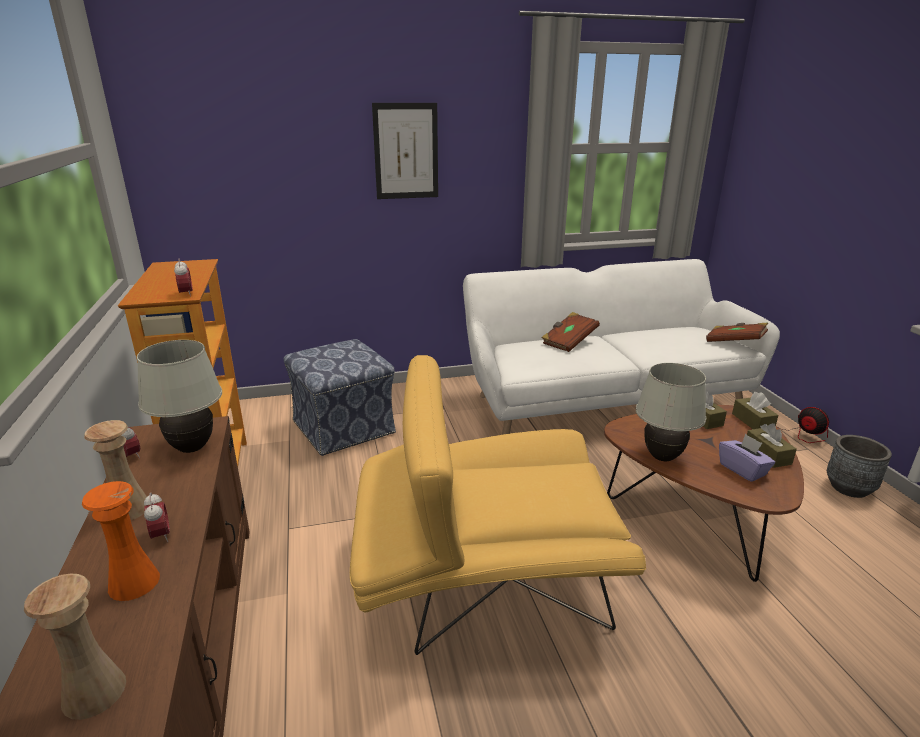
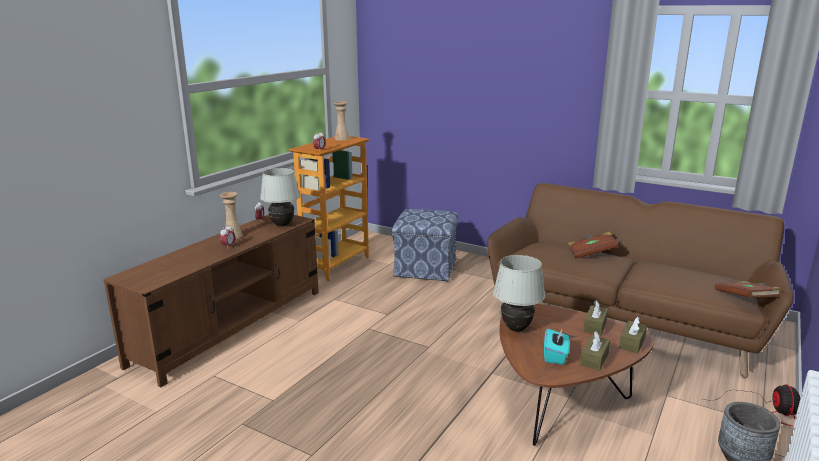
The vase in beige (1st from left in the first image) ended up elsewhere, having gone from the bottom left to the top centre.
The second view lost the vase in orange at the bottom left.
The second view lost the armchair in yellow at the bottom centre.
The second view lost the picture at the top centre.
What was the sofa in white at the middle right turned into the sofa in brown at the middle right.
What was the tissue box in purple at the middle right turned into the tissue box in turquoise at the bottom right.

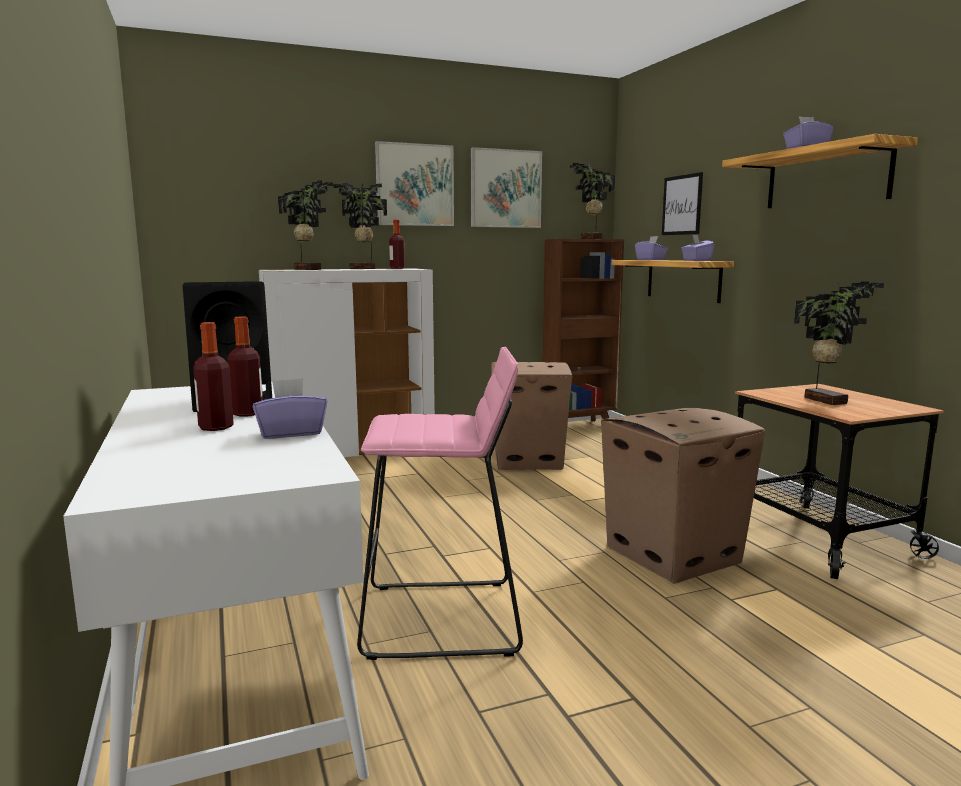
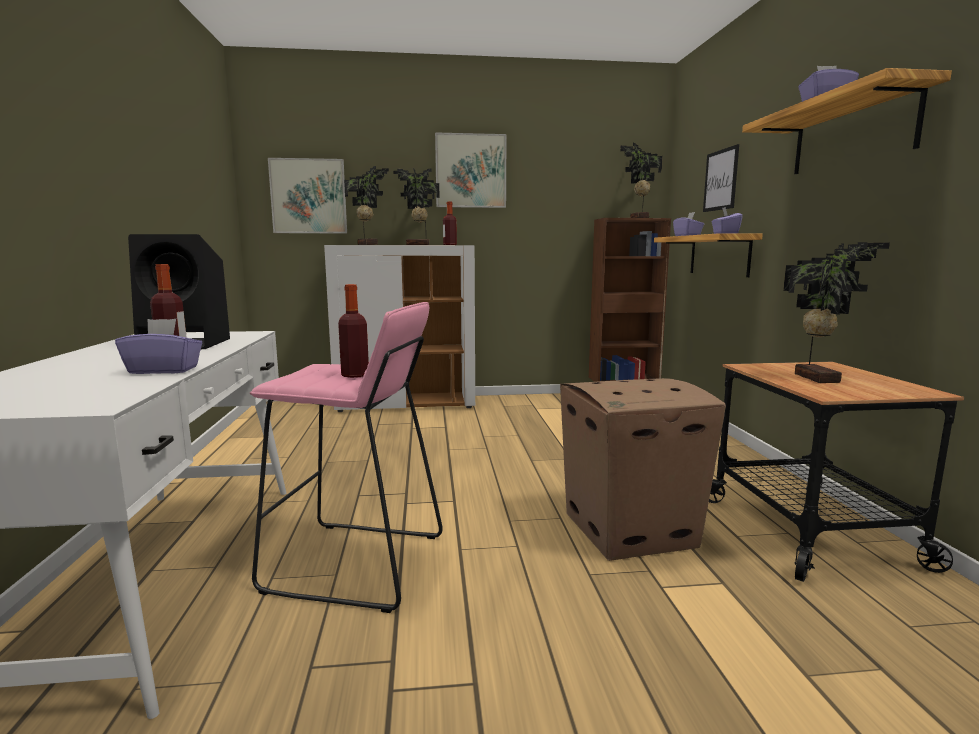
The bottle (1st from left in the first image) ended up elsewhere, having gone from the middle left to the centre.
The picture (2nd from left in the first image) ended up elsewhere, having gone from the top centre to the top left.
The second view lost the cardboard box (1st from left) at the centre.

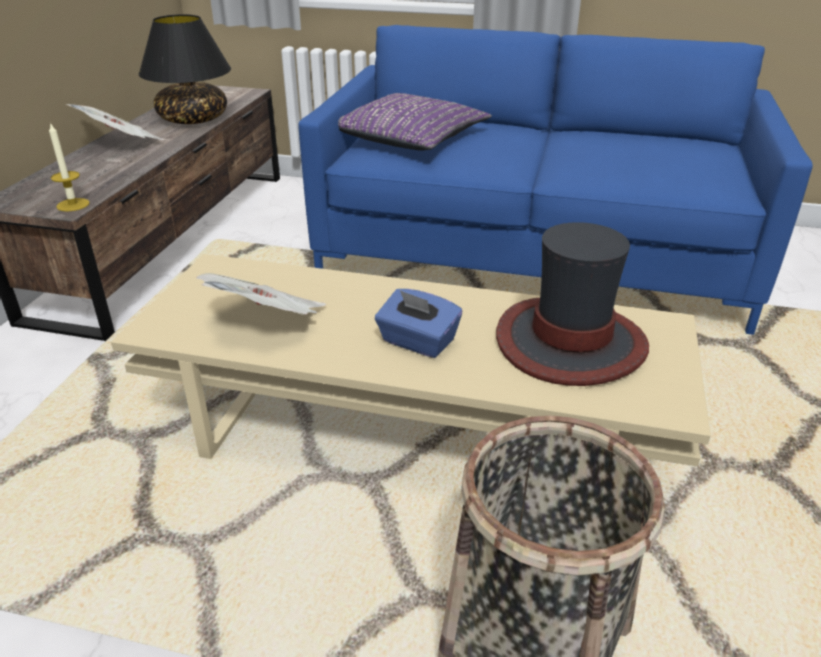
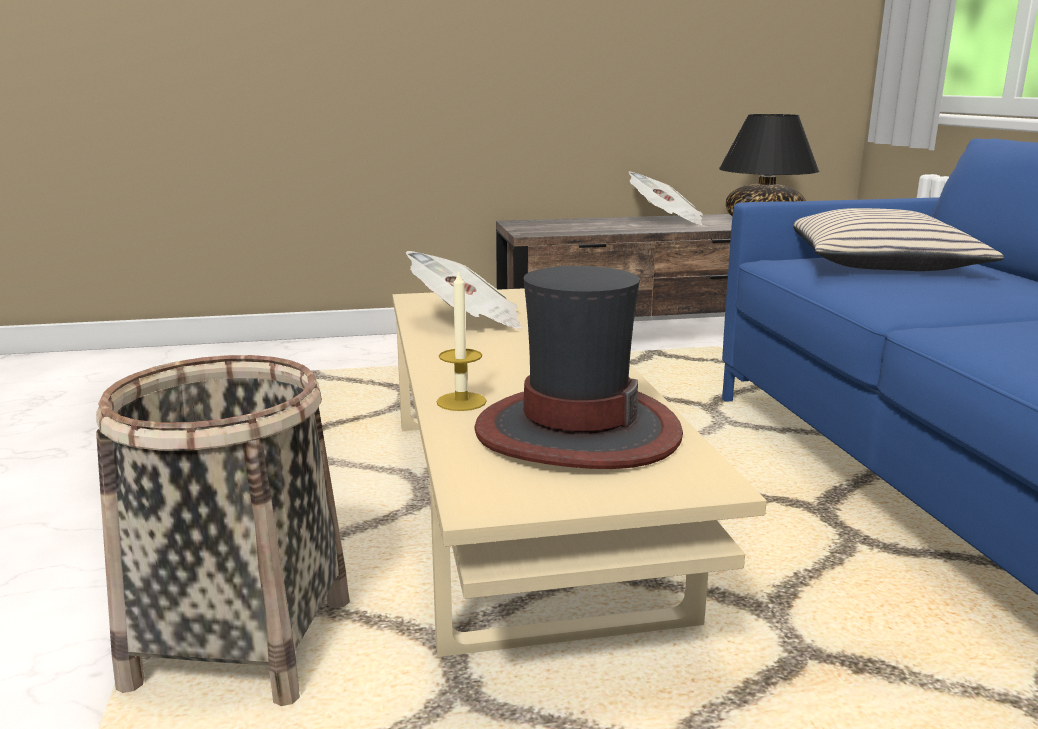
The candle ended up elsewhere, having gone from the top left to the centre.
What was the pillow in purple at the top centre turned into the pillow in beige at the top right.
The second view lost the tissue box in blue at the centre.

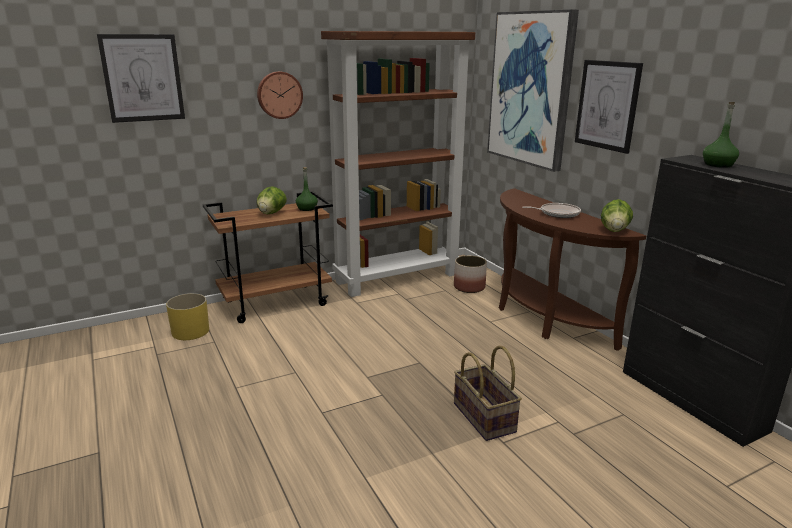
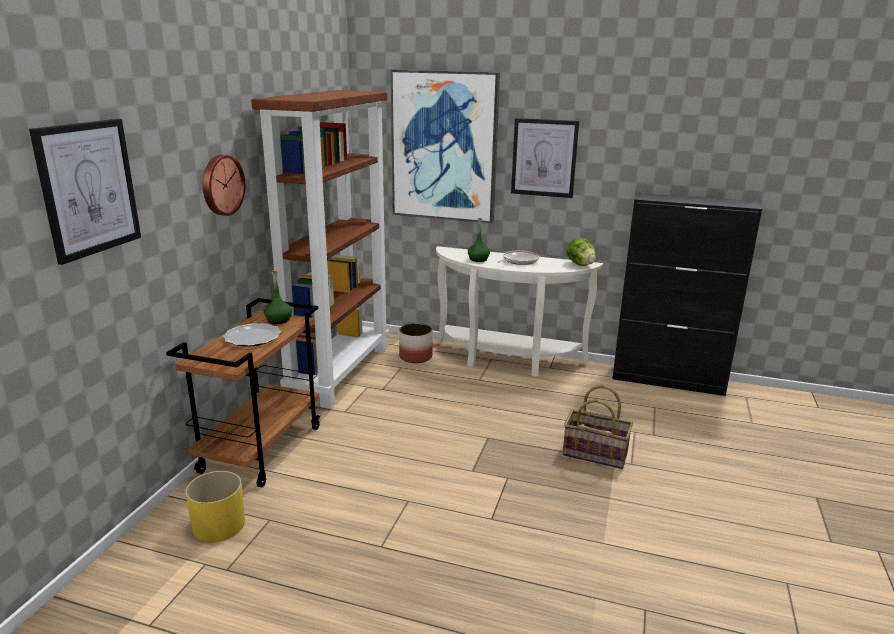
Where the lettuce (1st from left) stood at the centre, the plate came to stand at the middle left.
What was the console table in brown at the middle right turned into the console table in white at the centre.
The bottle in green (2nd from left) ended up elsewhere, having gone from the top right to the centre.

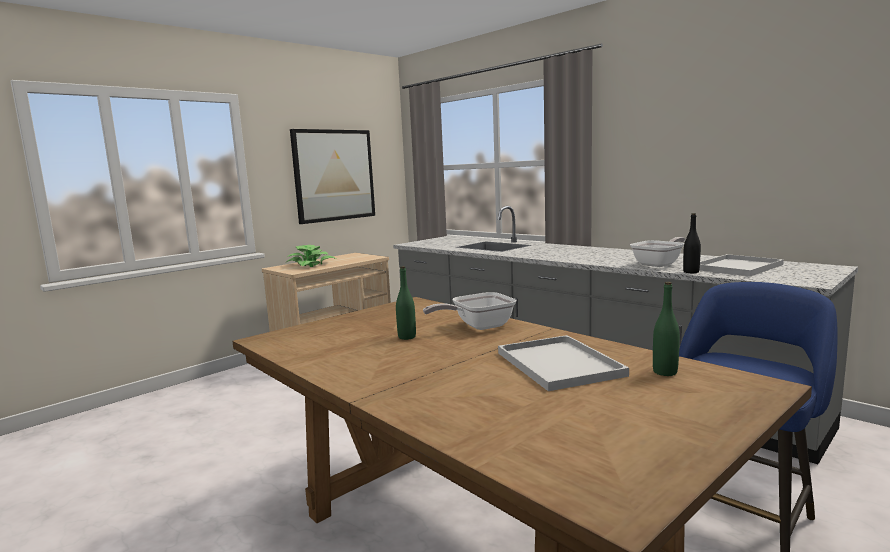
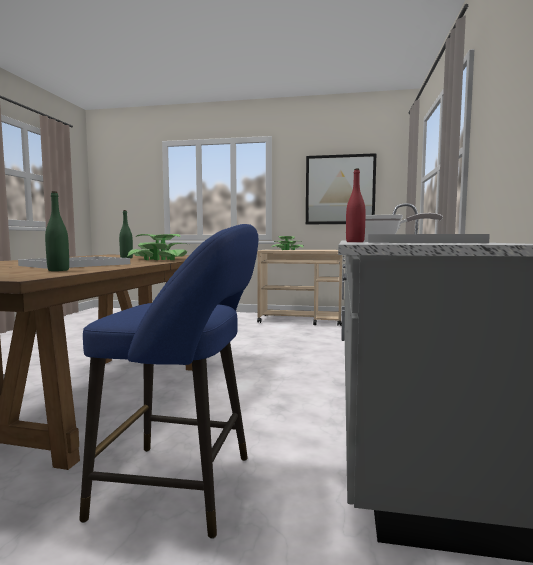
Where the frying pan (1st from left) stood at the centre, the potted plant (1st from left) came to stand at the middle left.
What was the bottle in black at the middle right turned into the bottle in red at the middle right.

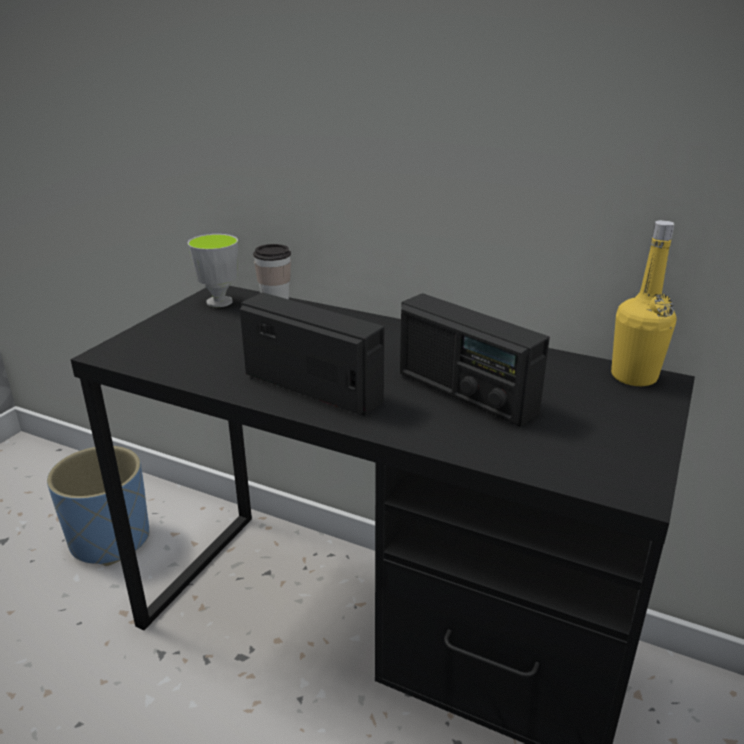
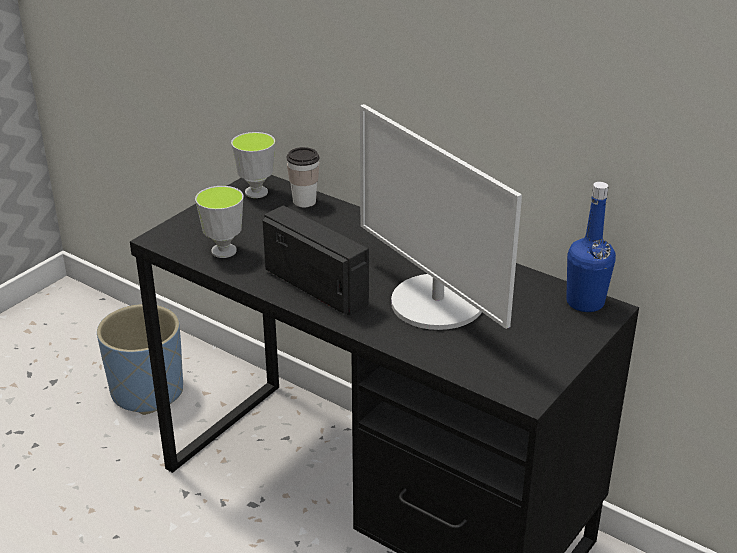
Where the radio (2nd from left) stood at the centre, the monitor came to stand at the centre.
What was the bottle in yellow at the middle right turned into the bottle in blue at the middle right.
The second view gained the cup (1st from left) at the middle left.

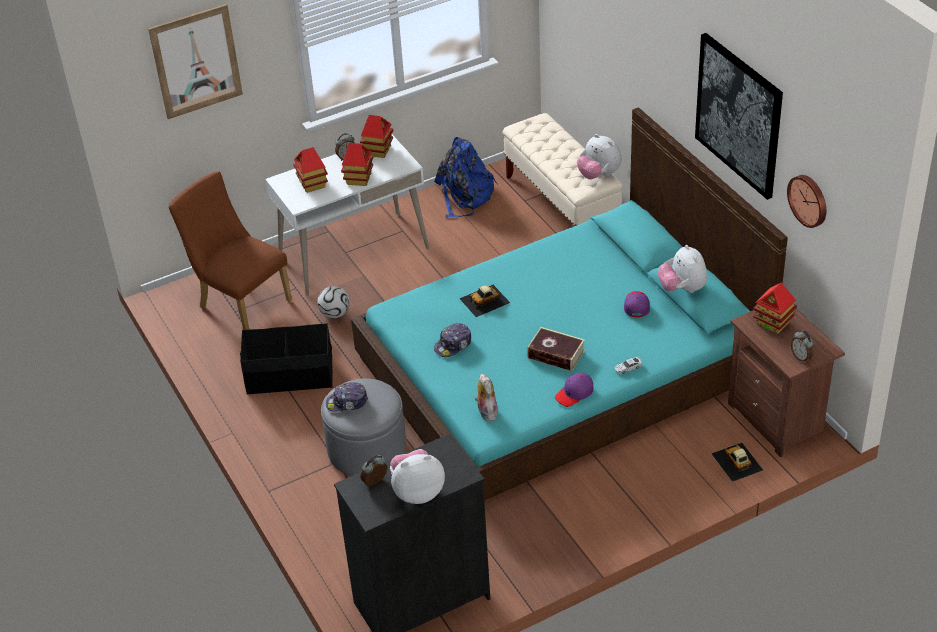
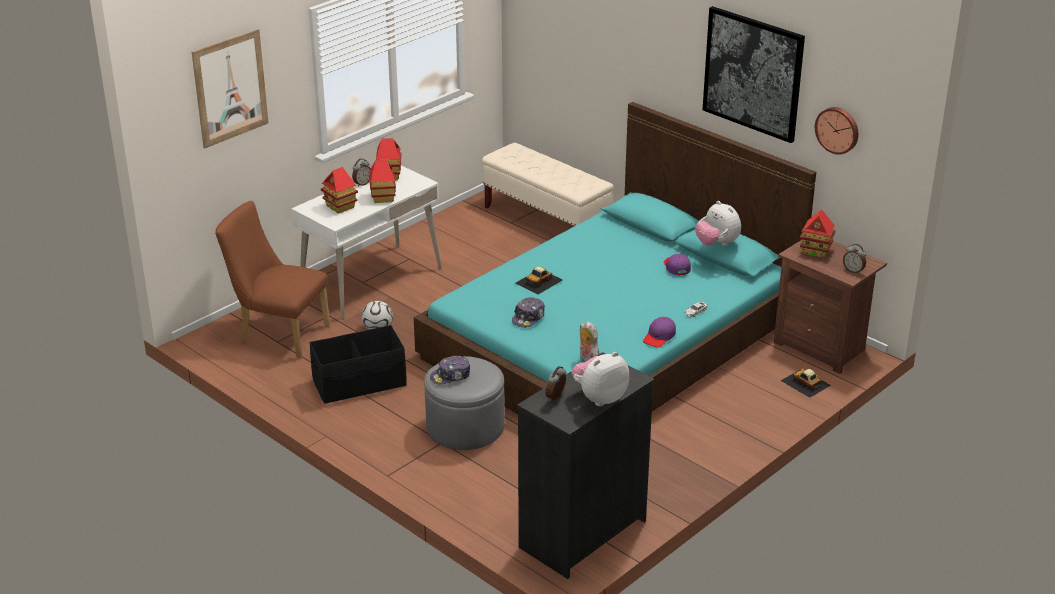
The second view lost the backpack in blue at the top centre.
The second view lost the book at the centre.
The second view lost the plush toy (3rd from left) at the top centre.

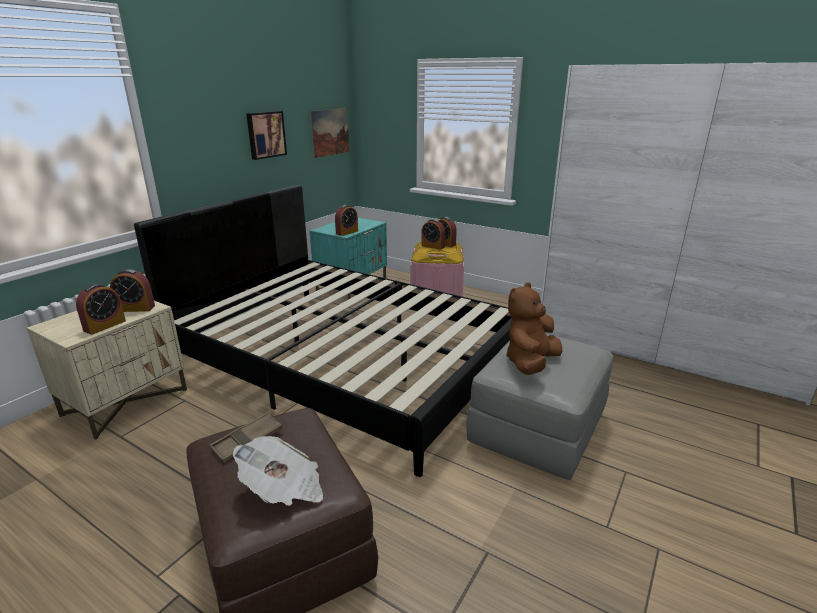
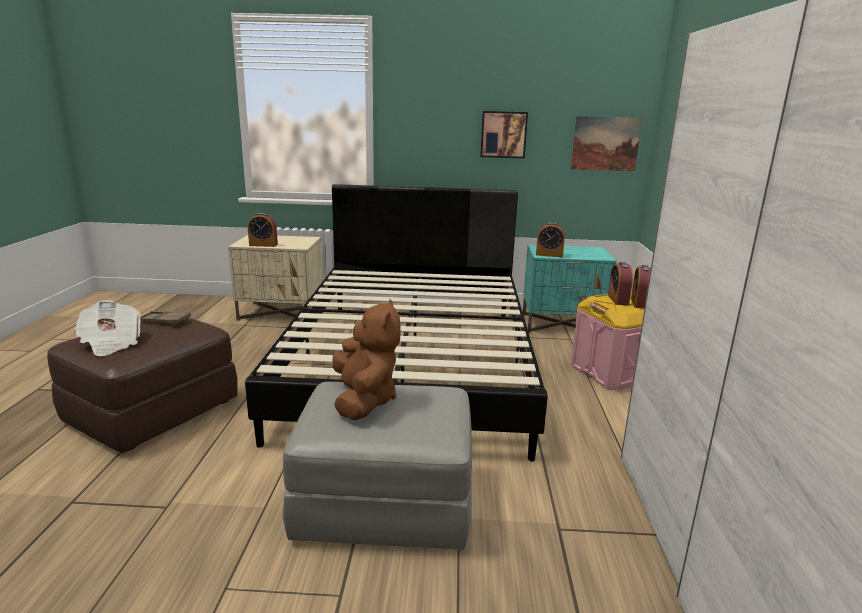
The second view lost the alarm clock (2nd from left) at the middle left.
The plush toy in brown at the centre ended up facing another way, 75 degrees clockwise from before.

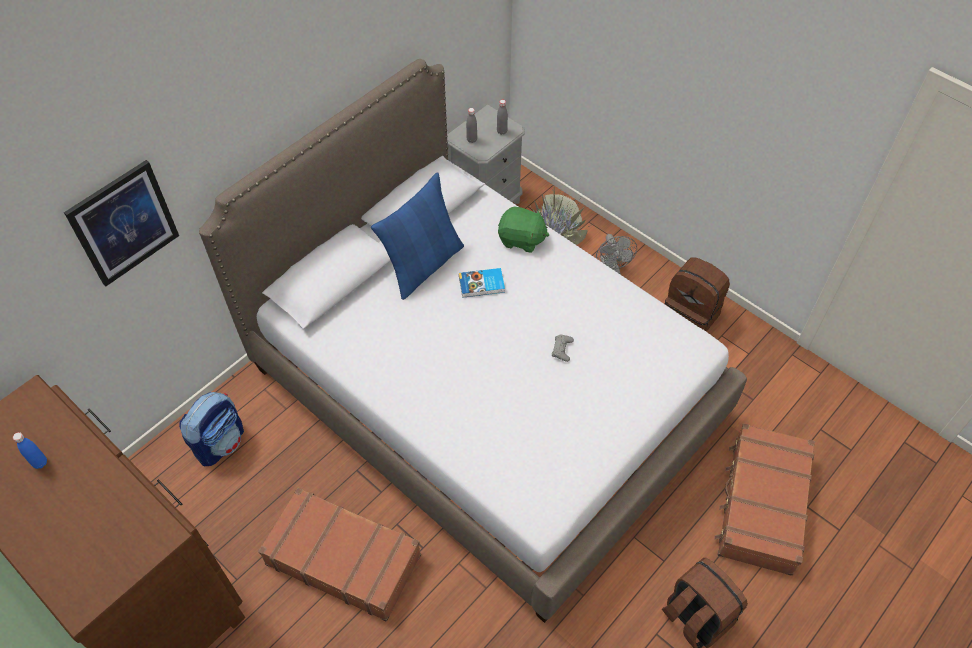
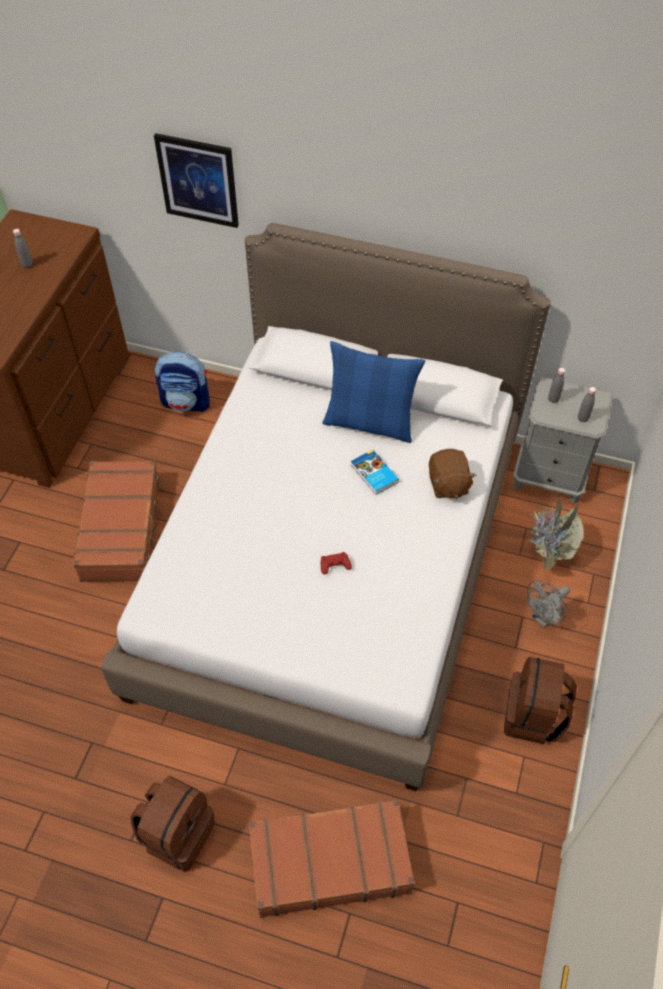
What was the bottle in blue at the bottom left turned into the bottle in grey (1st from left) at the top left.
What was the plush toy in green at the centre turned into the plush toy in brown at the middle right.
What was the game controller in grey at the centre turned into the game controller in red at the centre.

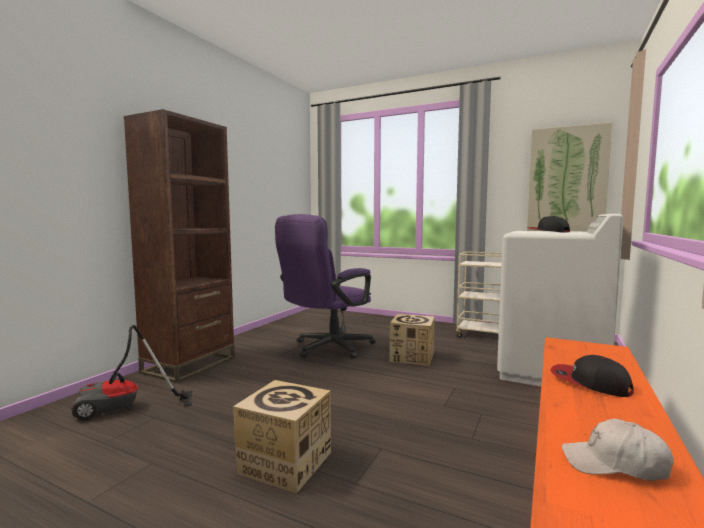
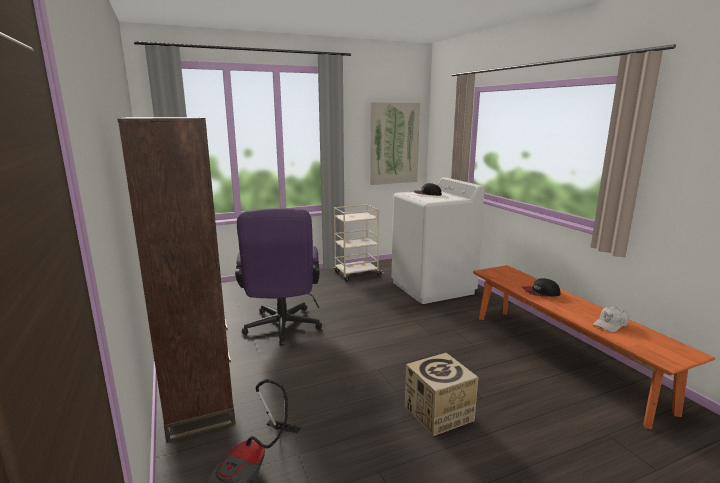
The second view lost the cardboard box (2nd from left) at the centre.

